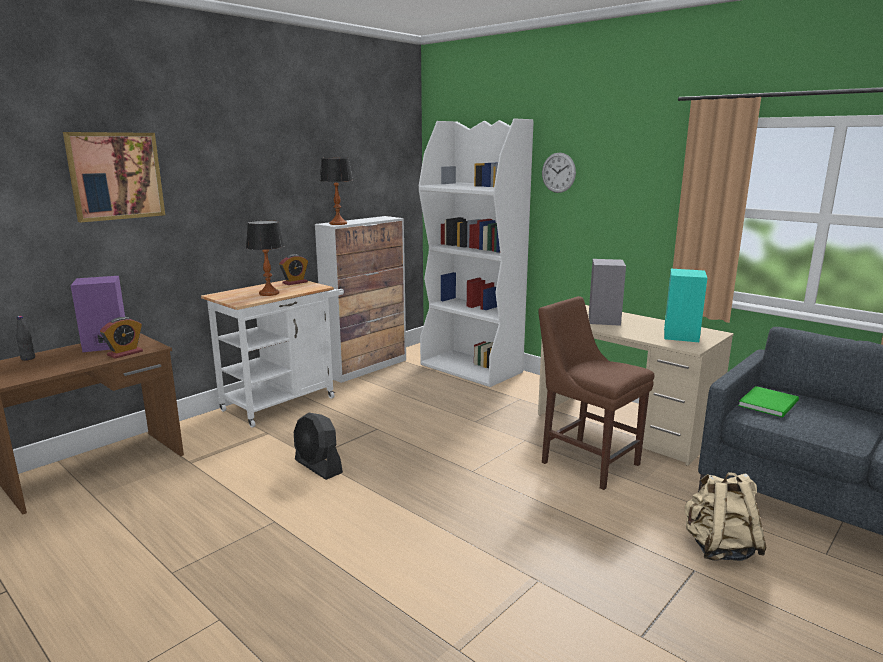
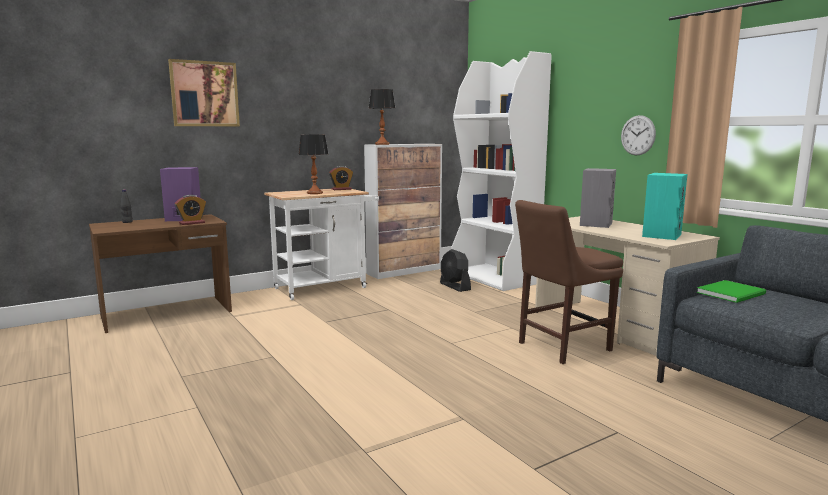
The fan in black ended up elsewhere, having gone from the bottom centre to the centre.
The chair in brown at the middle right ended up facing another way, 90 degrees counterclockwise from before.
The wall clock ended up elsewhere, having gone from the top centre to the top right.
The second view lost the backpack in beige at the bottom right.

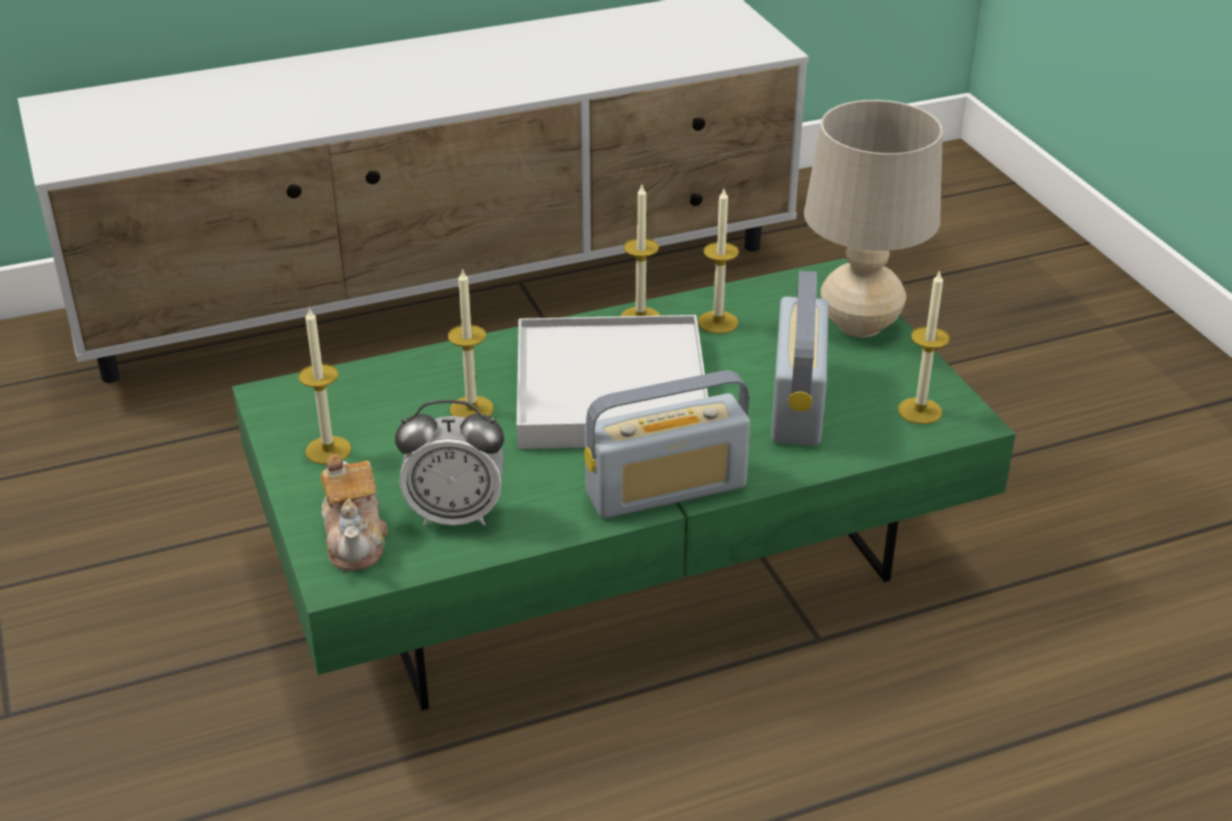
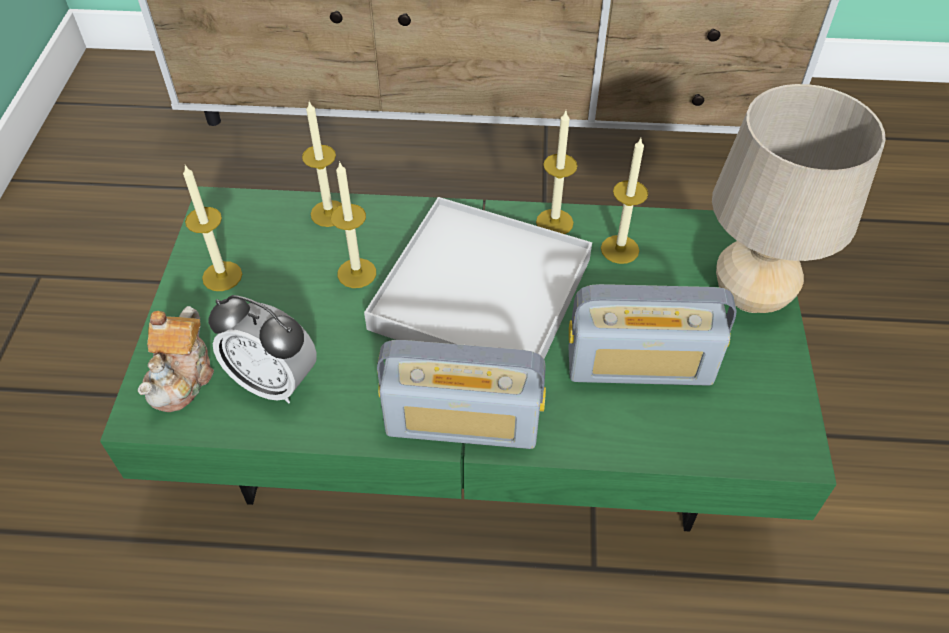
The radio (2nd from left) at the centre ended up facing another way, 60 degrees clockwise from before.
The candle (5th from left in the first image) ended up elsewhere, having gone from the middle right to the top centre.

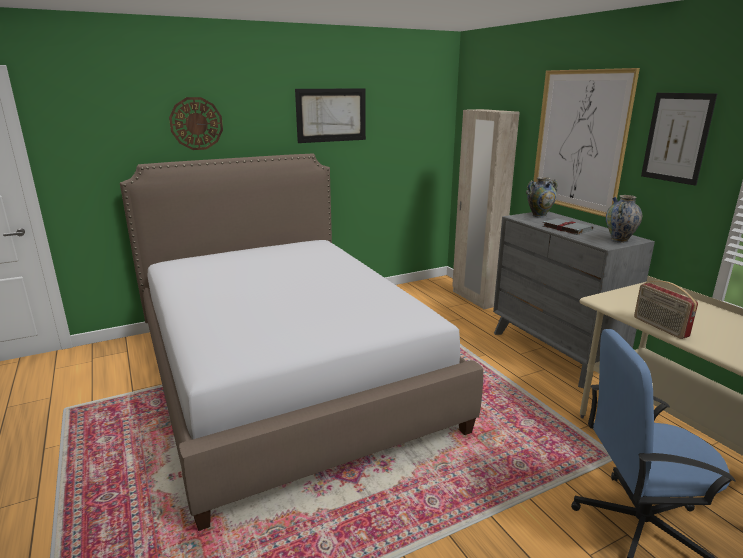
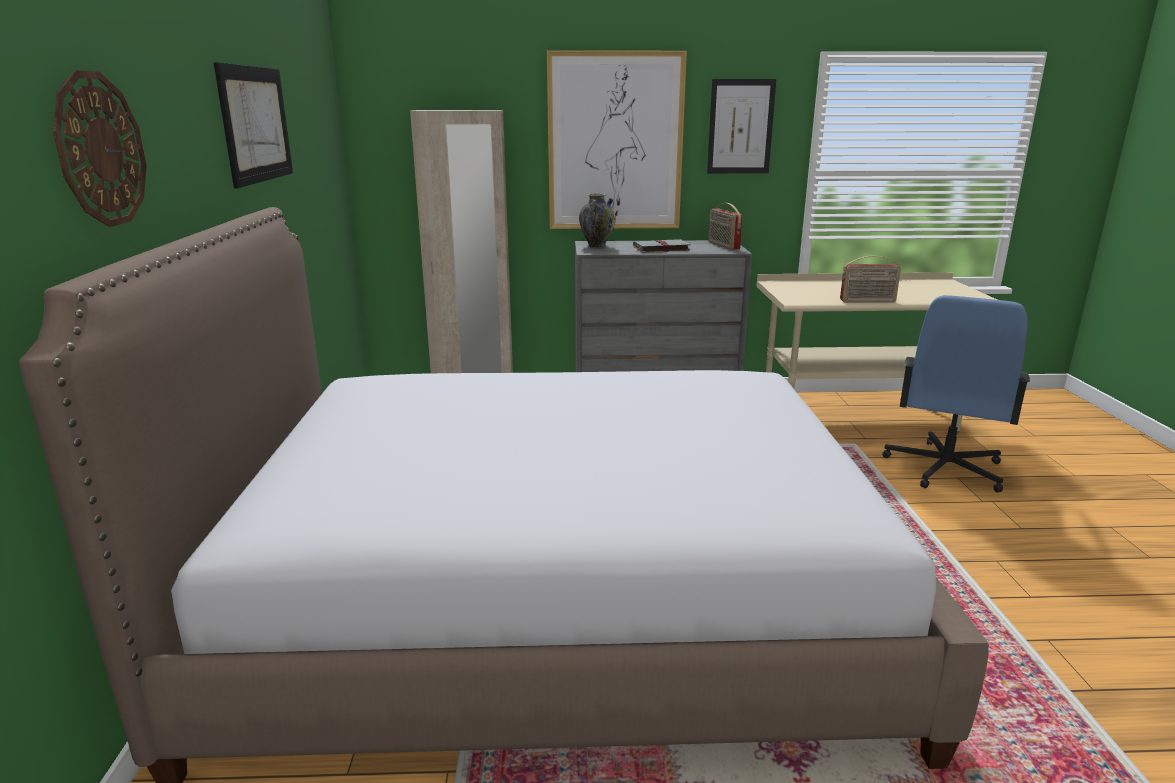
Where the vase (2nd from left) stood at the middle right, the radio (1st from left) came to stand at the top centre.

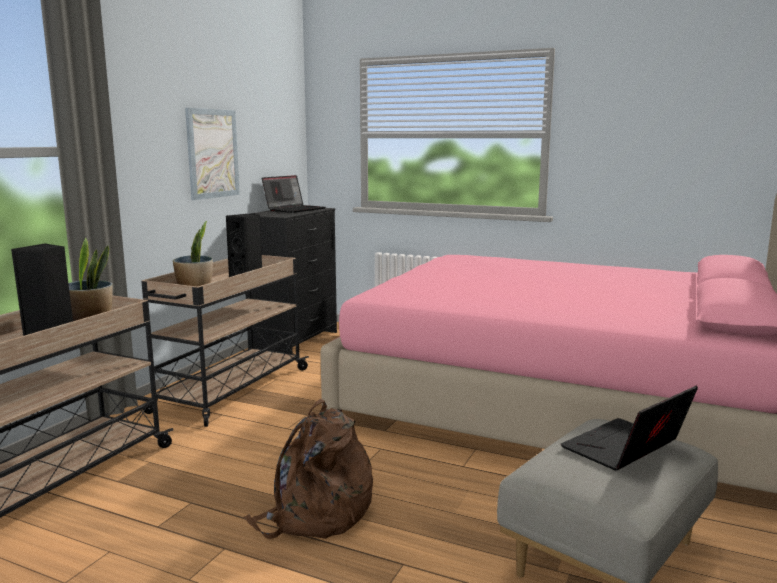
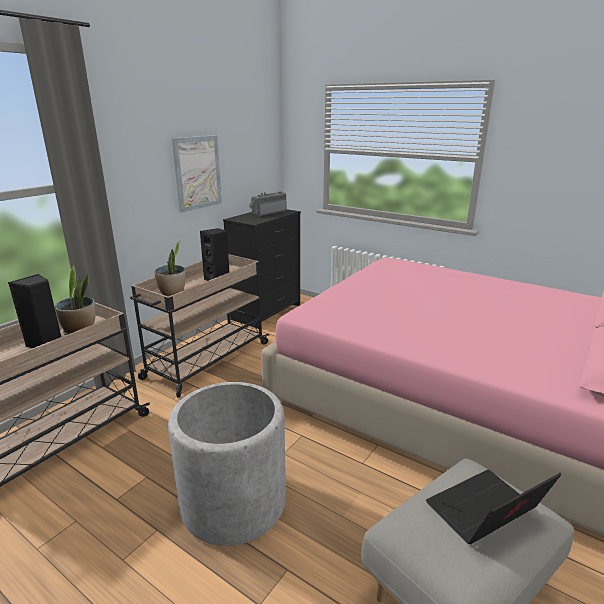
Where the backpack in brown stood at the bottom centre, the planter in grey came to stand at the bottom centre.
Where the laptop (1st from left) stood at the top centre, the radio came to stand at the centre.

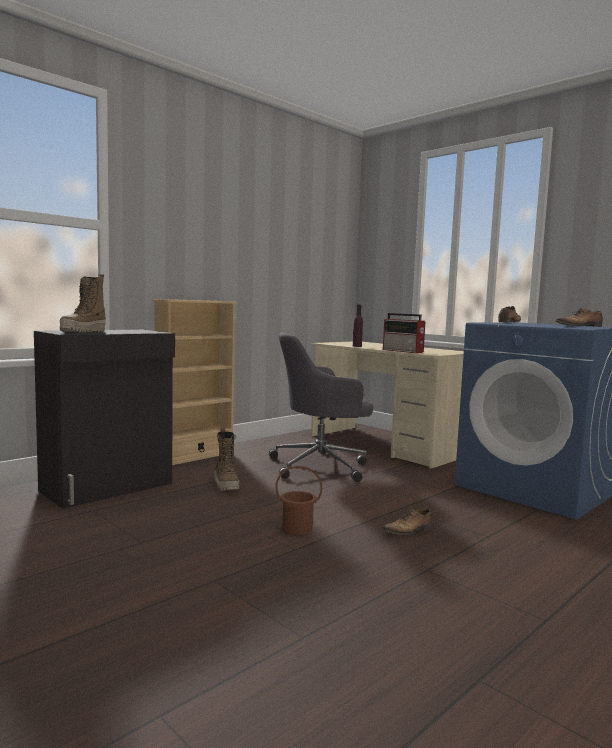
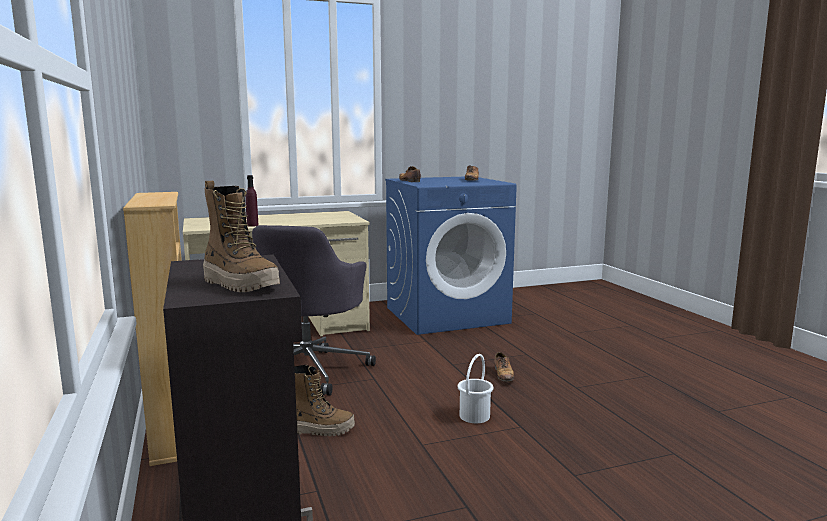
What was the bucket in brown at the bottom centre turned into the bucket in white at the bottom centre.
The second view lost the radio at the centre.

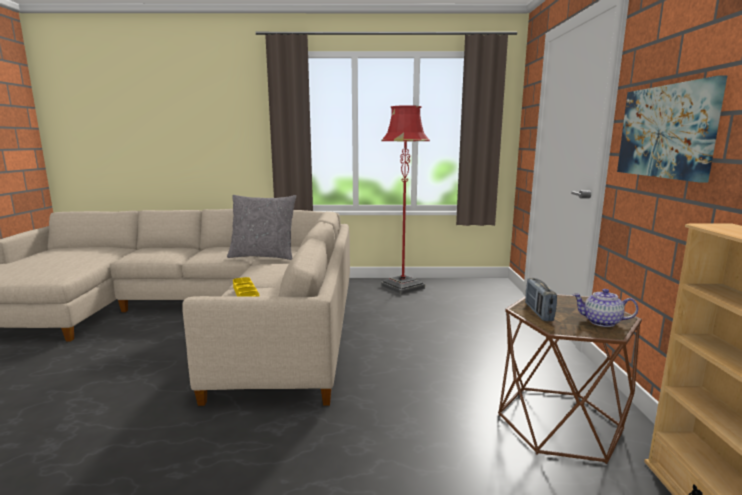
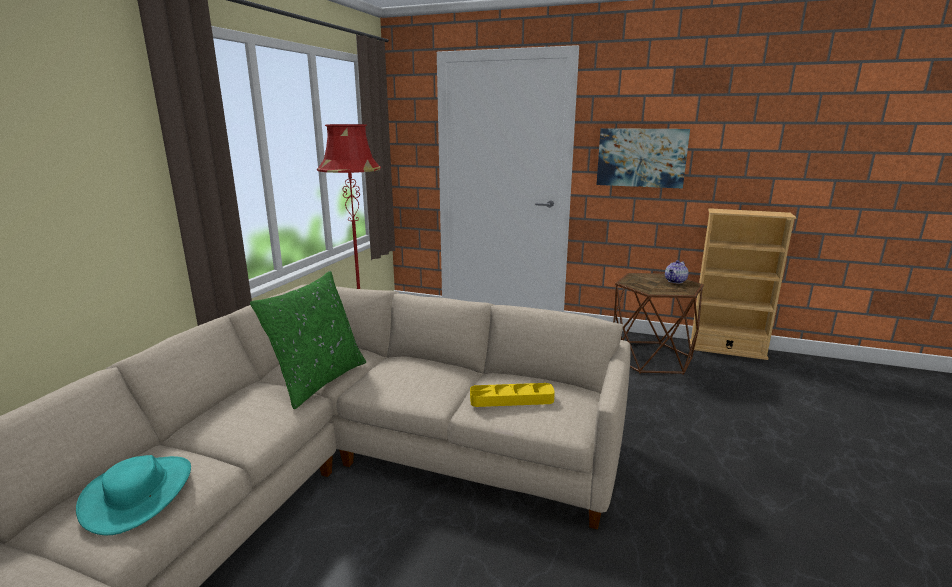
What was the pillow in grey at the centre turned into the pillow in green at the middle left.
The second view lost the radio at the middle right.
The second view gained the hat in turquoise at the bottom left.

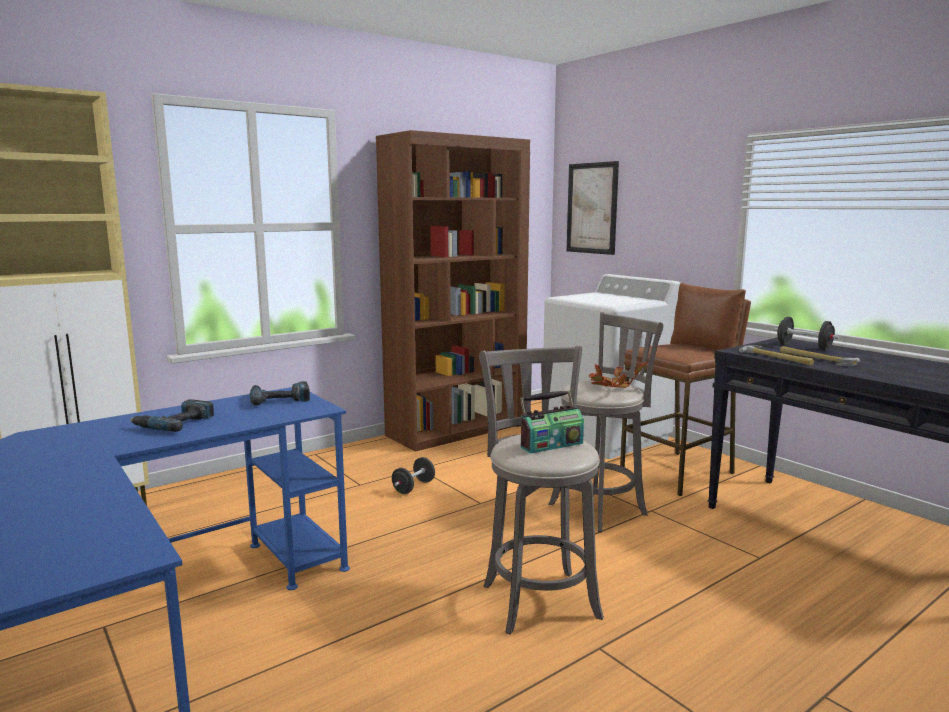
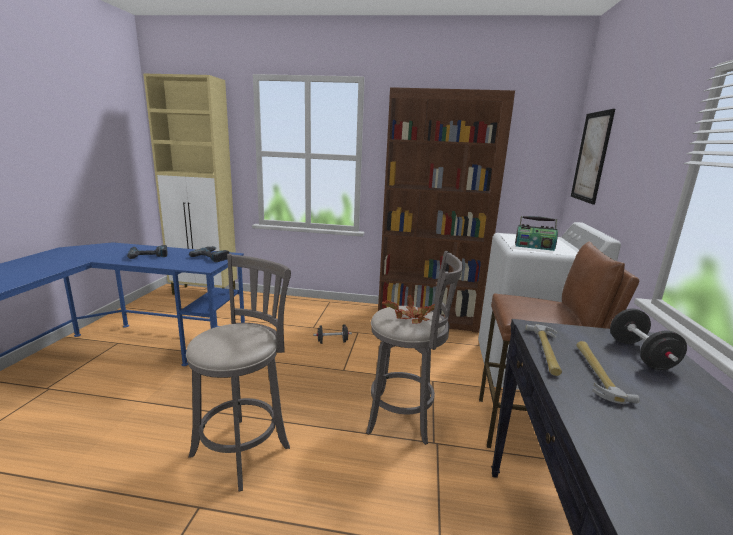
The radio ended up elsewhere, having gone from the centre to the middle right.

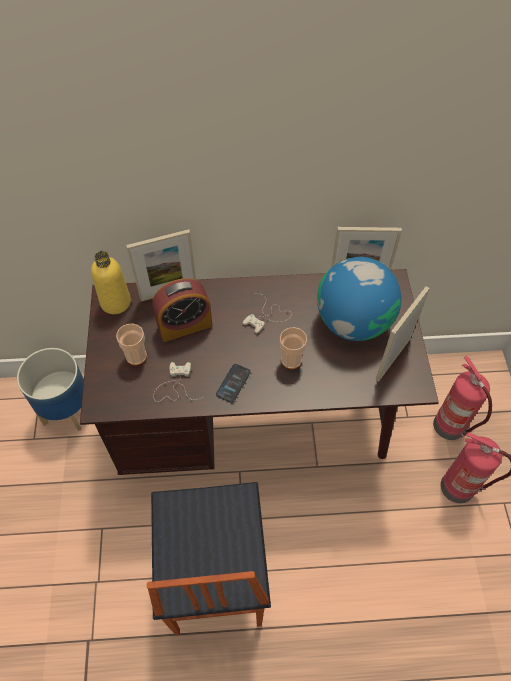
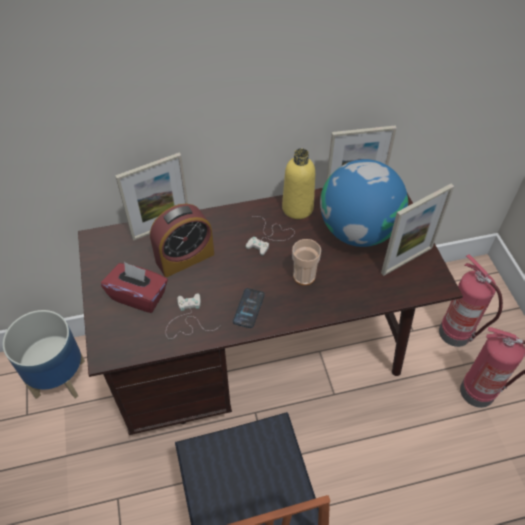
The bottle in yellow ended up elsewhere, having gone from the middle left to the centre.
Where the cup (1st from left) stood at the middle left, the tissue box in red came to stand at the middle left.
The picture frame (3rd from left) at the middle right ended up facing another way, 150 degrees counterclockwise from before.

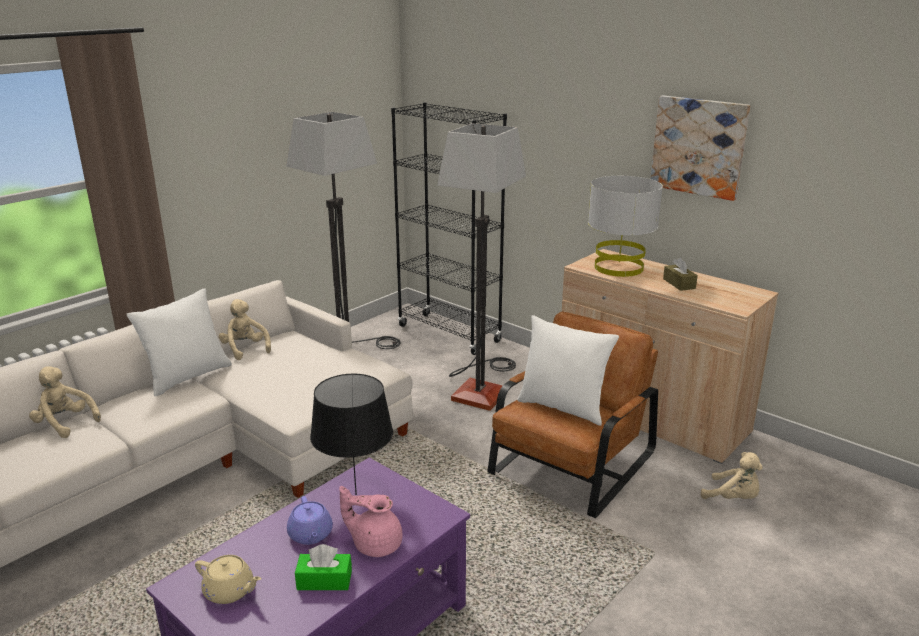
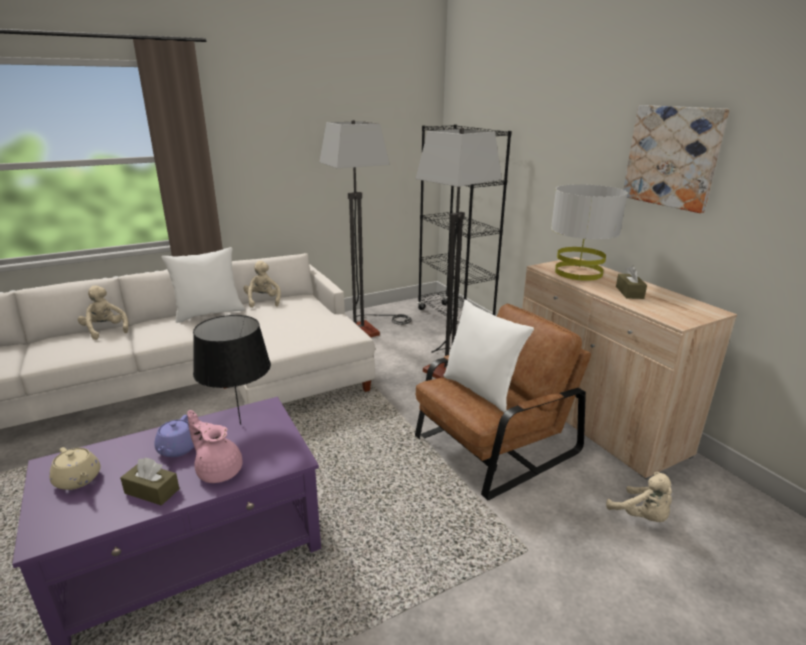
What was the tissue box in green at the bottom centre turned into the tissue box in brown (1st from left) at the bottom left.

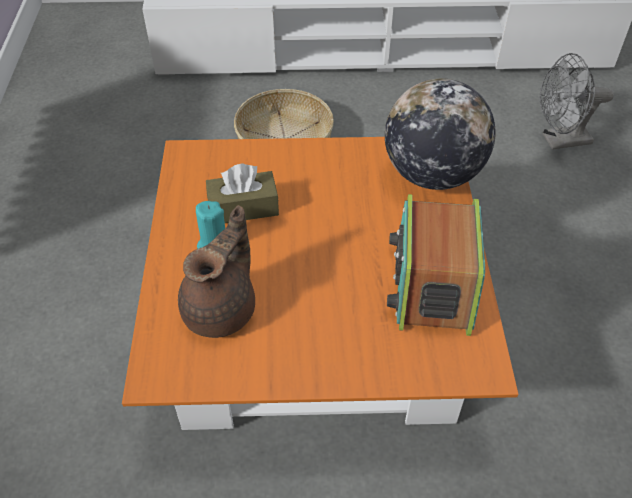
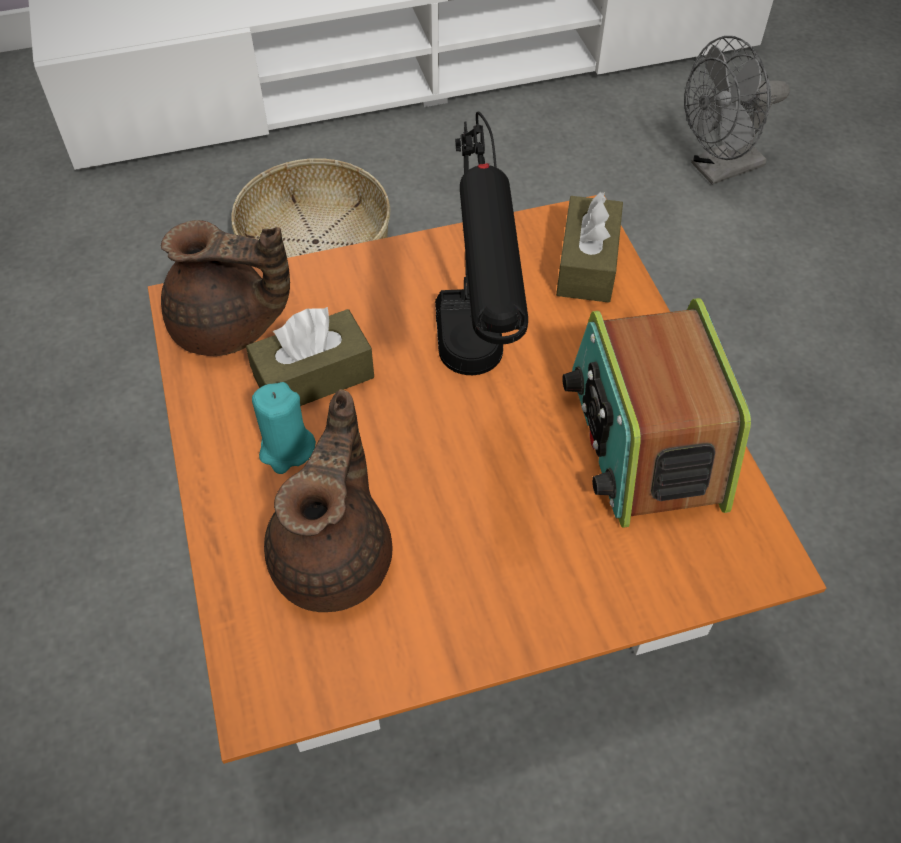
Where the globe stood at the top right, the tissue box in brown (2nd from left) came to stand at the top centre.
The second view gained the teapot in brown (1st from left) at the middle left.
The second view gained the table lamp in black at the top centre.

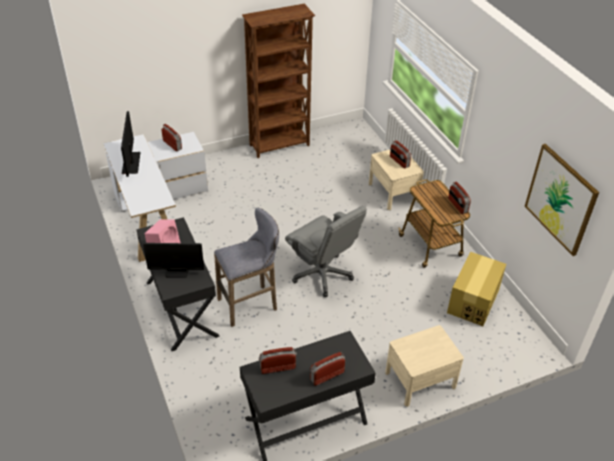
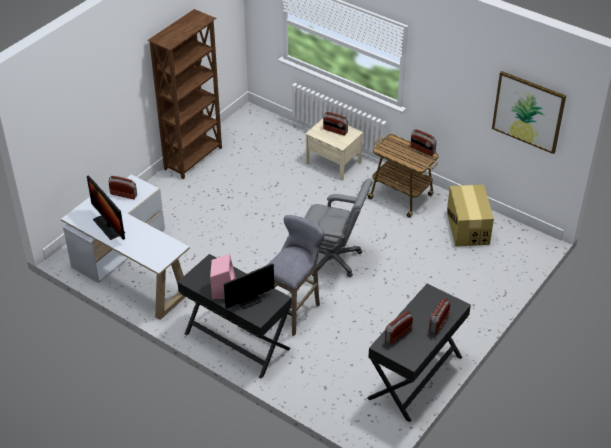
The second view lost the nightstand in beige (2nd from left) at the bottom right.

